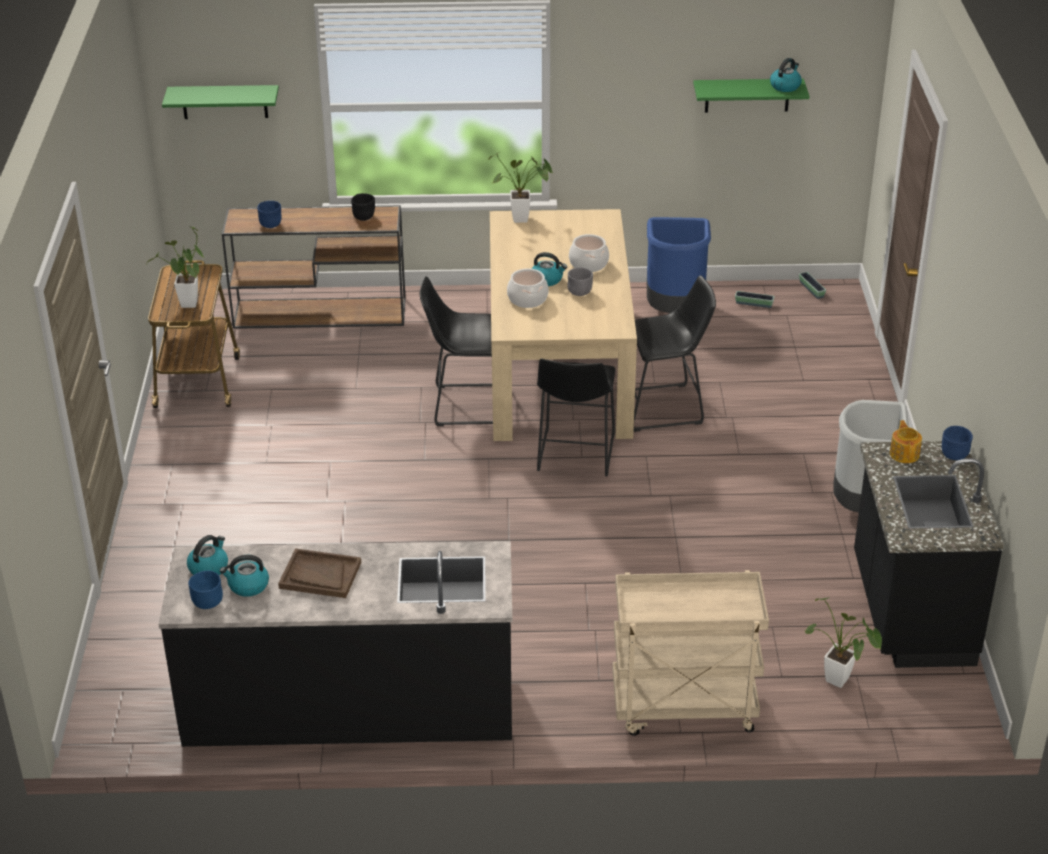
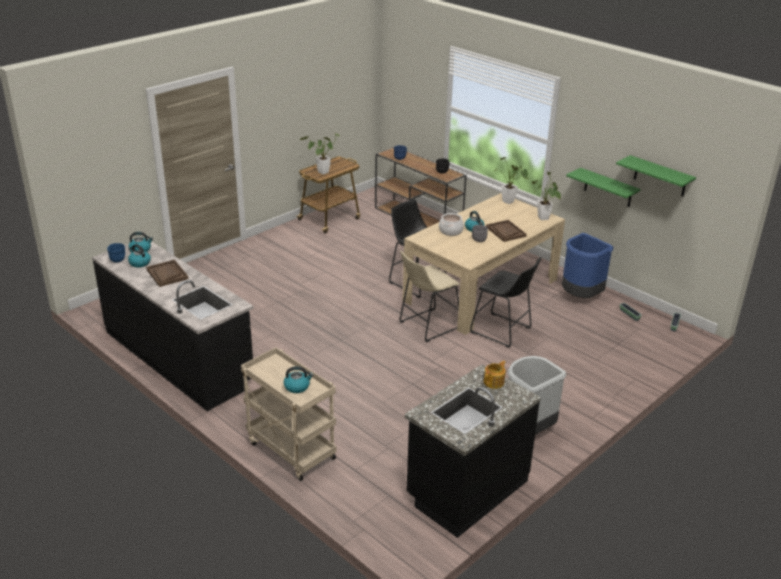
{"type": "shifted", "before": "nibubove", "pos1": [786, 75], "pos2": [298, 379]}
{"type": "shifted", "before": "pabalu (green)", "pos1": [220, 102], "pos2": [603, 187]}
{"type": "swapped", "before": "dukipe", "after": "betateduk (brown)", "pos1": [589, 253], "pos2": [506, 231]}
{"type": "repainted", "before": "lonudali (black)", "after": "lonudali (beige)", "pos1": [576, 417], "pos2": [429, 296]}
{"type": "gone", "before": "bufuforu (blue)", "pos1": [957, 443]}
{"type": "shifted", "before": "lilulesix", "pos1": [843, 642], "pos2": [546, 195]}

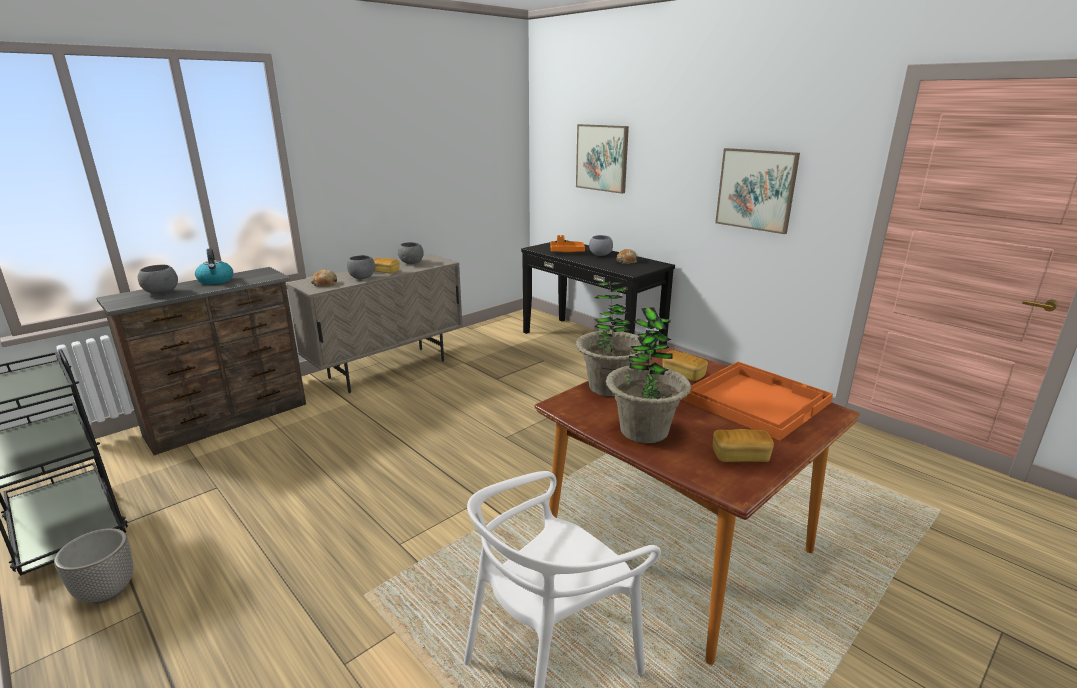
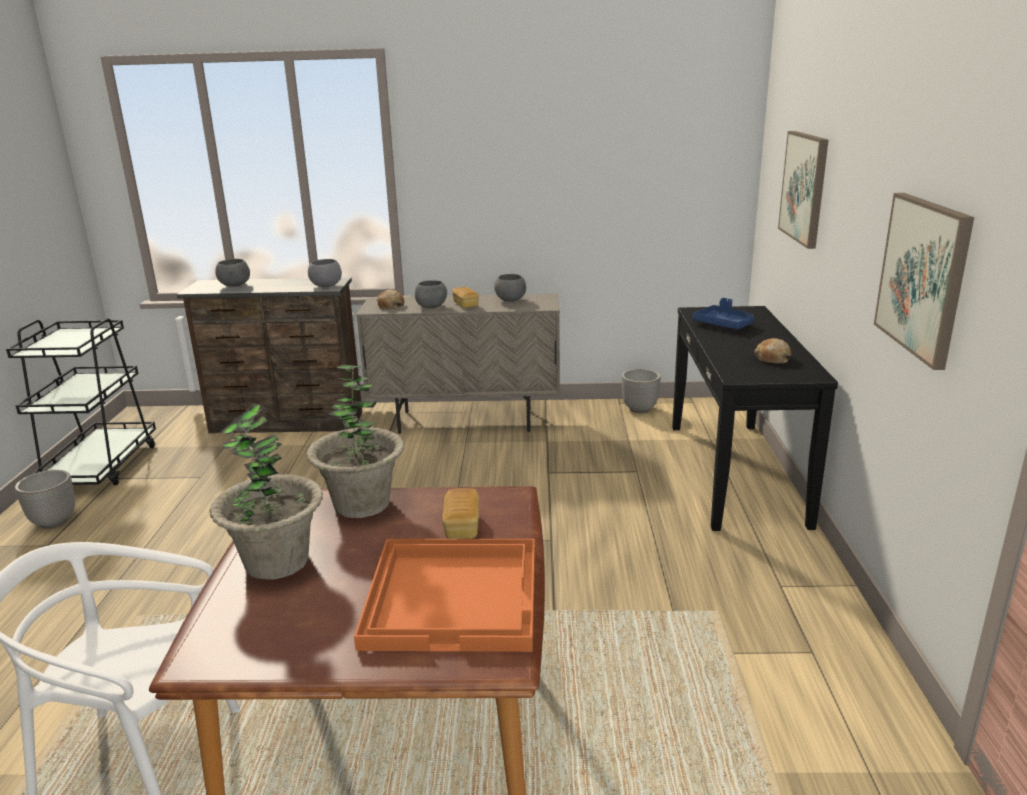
{"type": "repainted", "before": "betateduk (orange)", "after": "betateduk (blue)", "pos1": [567, 243], "pos2": [723, 313]}
{"type": "shifted", "before": "bufuforu (grey)", "pos1": [601, 245], "pos2": [325, 273]}
{"type": "gone", "before": "nibubove", "pos1": [214, 266]}
{"type": "gone", "before": "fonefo", "pos1": [743, 445]}
{"type": "new", "after": "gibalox", "pos2": [641, 391]}

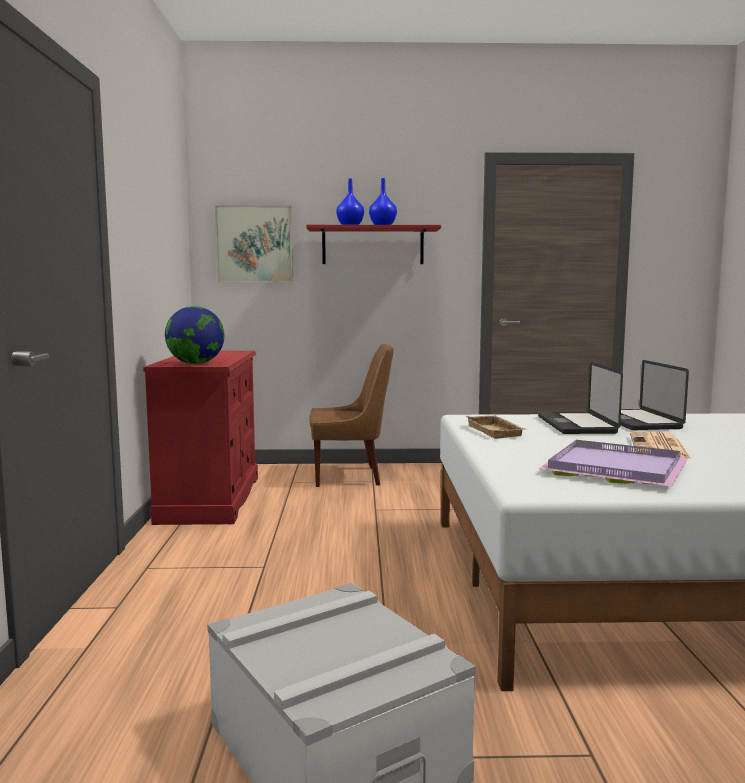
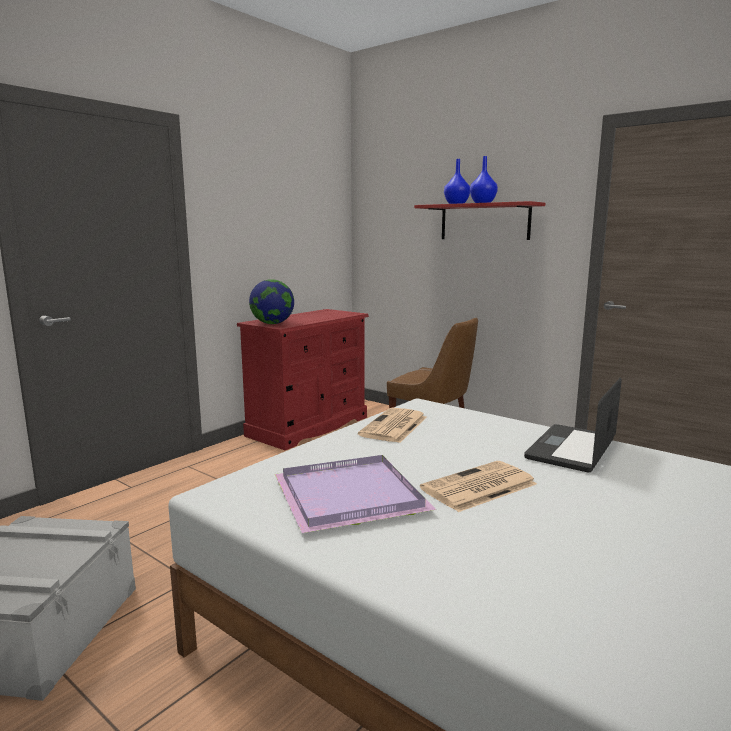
{"type": "gone", "before": "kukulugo", "pos1": [254, 243]}
{"type": "gone", "before": "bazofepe", "pos1": [580, 398]}
{"type": "swapped", "before": "betateduk (beige)", "after": "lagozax", "pos1": [496, 427], "pos2": [392, 425]}

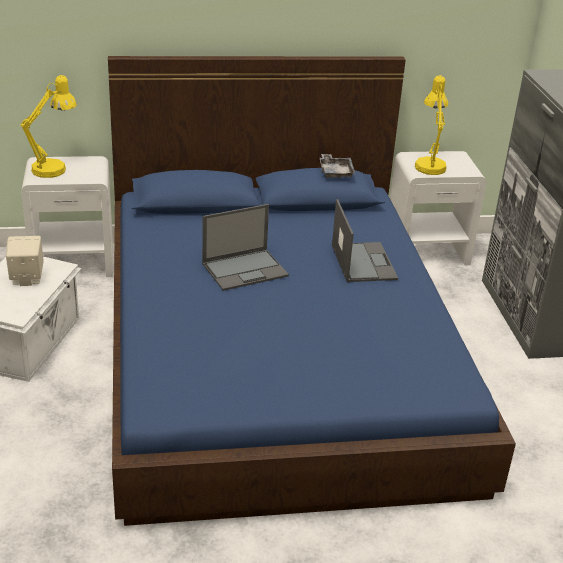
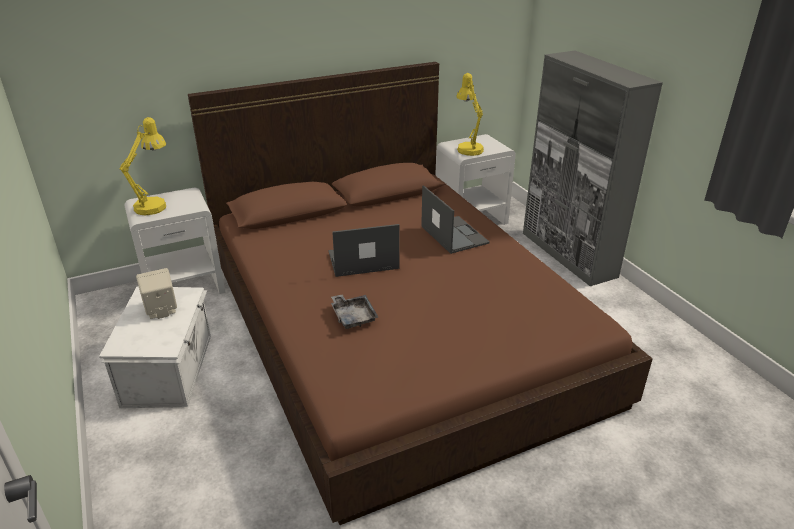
{"type": "repainted", "before": "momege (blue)", "after": "momege (brown)", "pos1": [312, 291], "pos2": [420, 293]}
{"type": "shifted", "before": "betateduk (grey)", "pos1": [337, 166], "pos2": [354, 311]}
{"type": "rotated", "before": "bazofepe", "pos1": [245, 247], "pos2": [364, 250], "turn": -150}

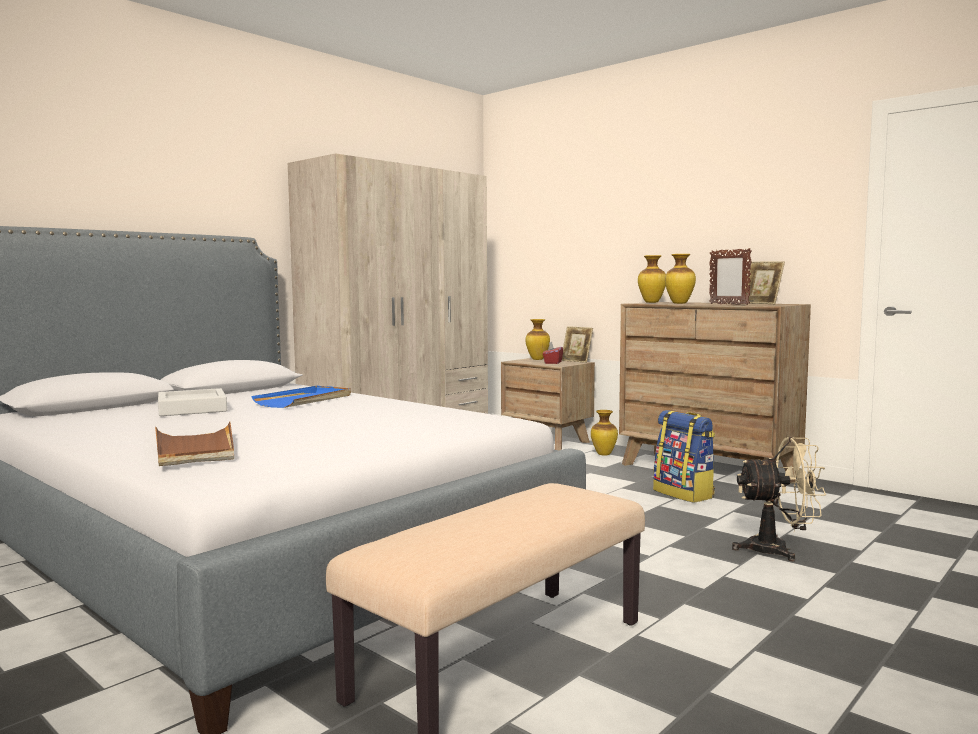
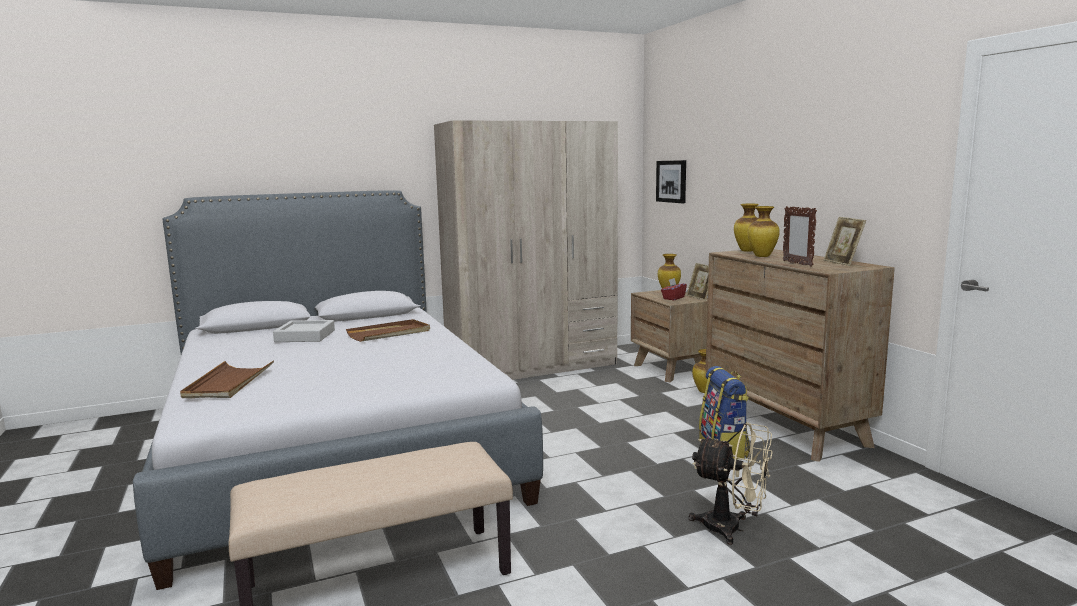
{"type": "repainted", "before": "betateduk (blue)", "after": "betateduk (brown)", "pos1": [301, 397], "pos2": [388, 330]}
{"type": "new", "after": "kukulugo", "pos2": [671, 181]}

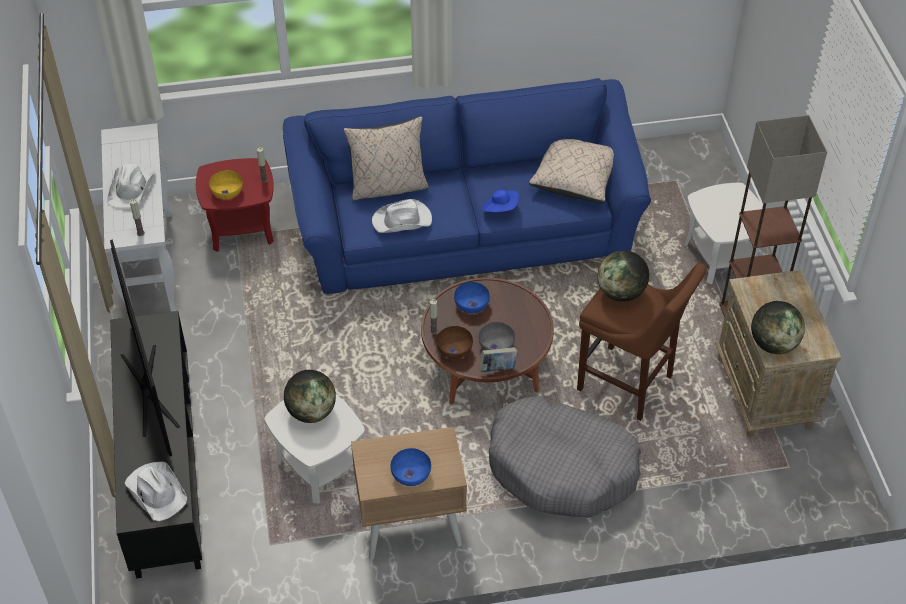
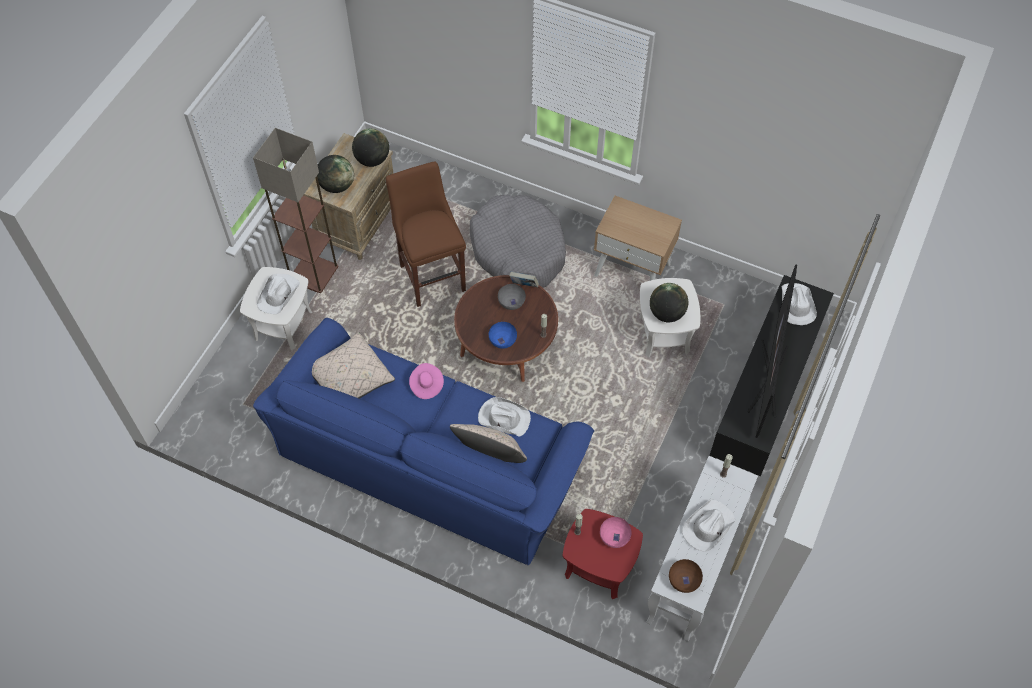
{"type": "repainted", "before": "bufuforu (yellow)", "after": "bufuforu (pink)", "pos1": [226, 184], "pos2": [615, 532]}
{"type": "repainted", "before": "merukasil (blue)", "after": "merukasil (pink)", "pos1": [500, 201], "pos2": [426, 381]}
{"type": "shifted", "before": "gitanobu", "pos1": [623, 276], "pos2": [335, 174]}
{"type": "shifted", "before": "bufuforu (brown)", "pos1": [454, 342], "pos2": [686, 576]}
{"type": "gone", "before": "bufuforu (blue)", "pos1": [411, 467]}
{"type": "new", "after": "merukasil (white)", "pos2": [278, 294]}

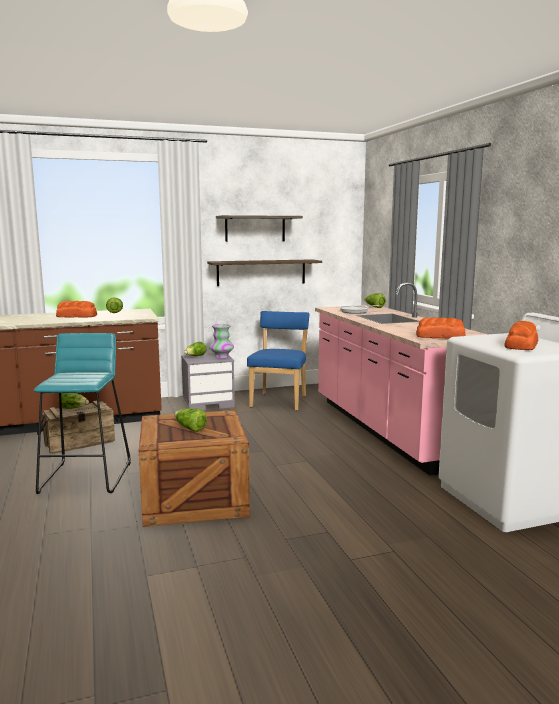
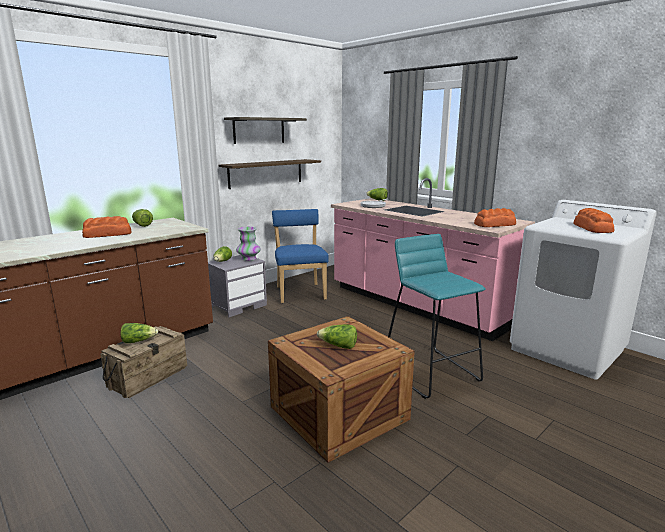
{"type": "shifted", "before": "lonudali (turquoise)", "pos1": [82, 413], "pos2": [437, 316]}

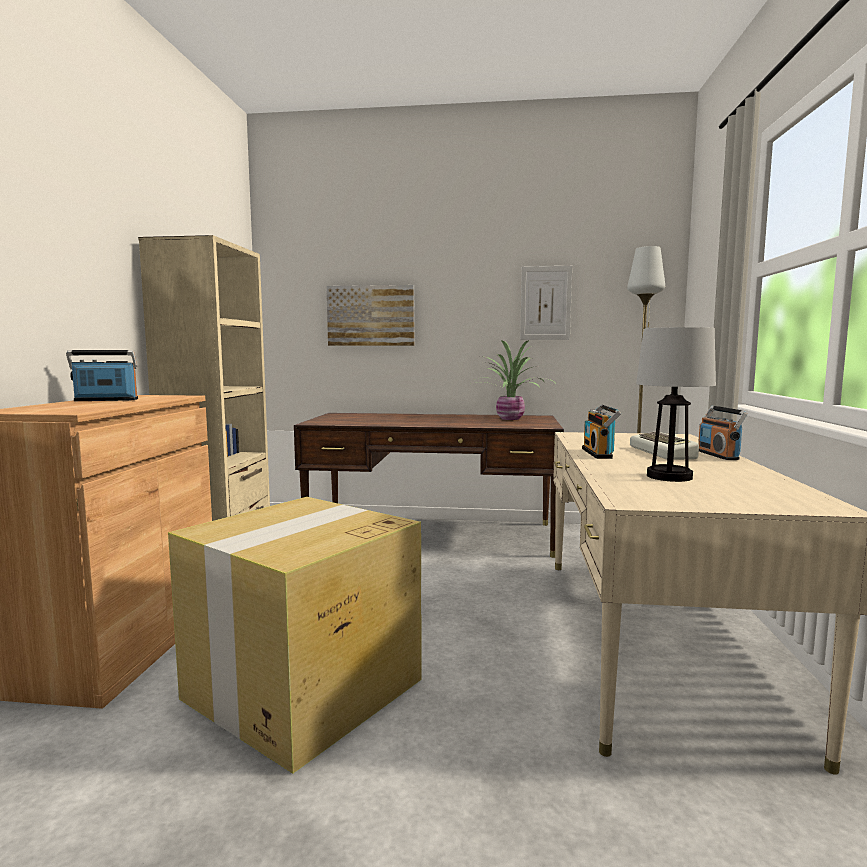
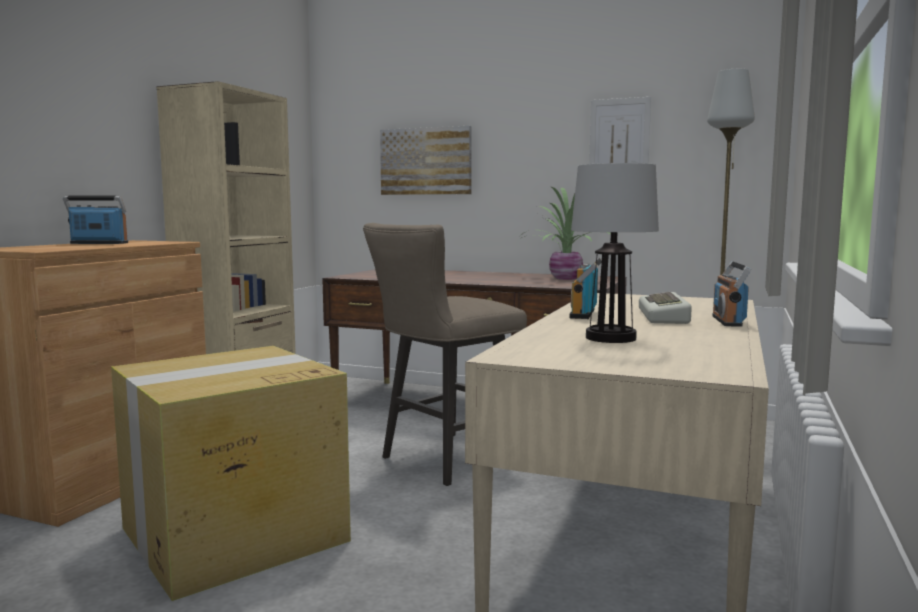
{"type": "new", "after": "lonudali (beige)", "pos2": [445, 354]}

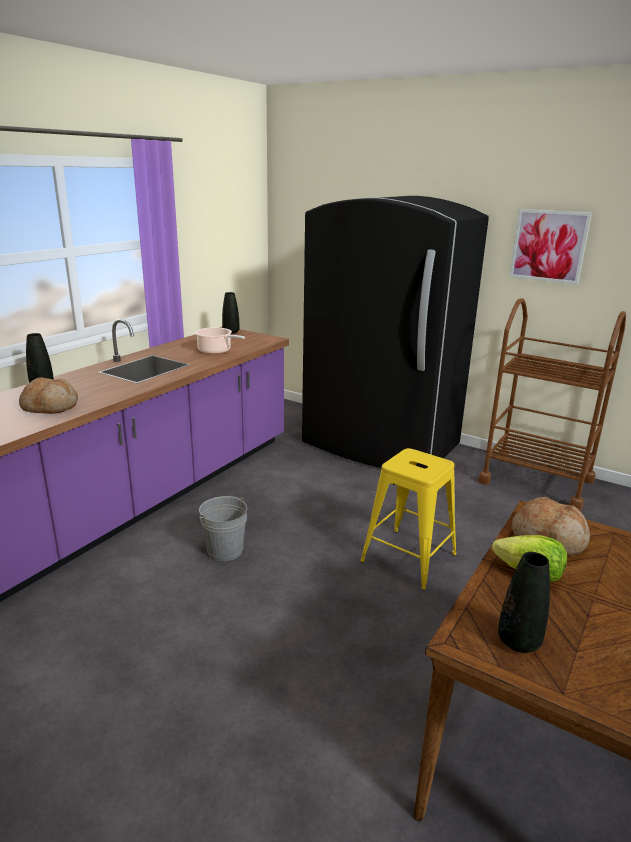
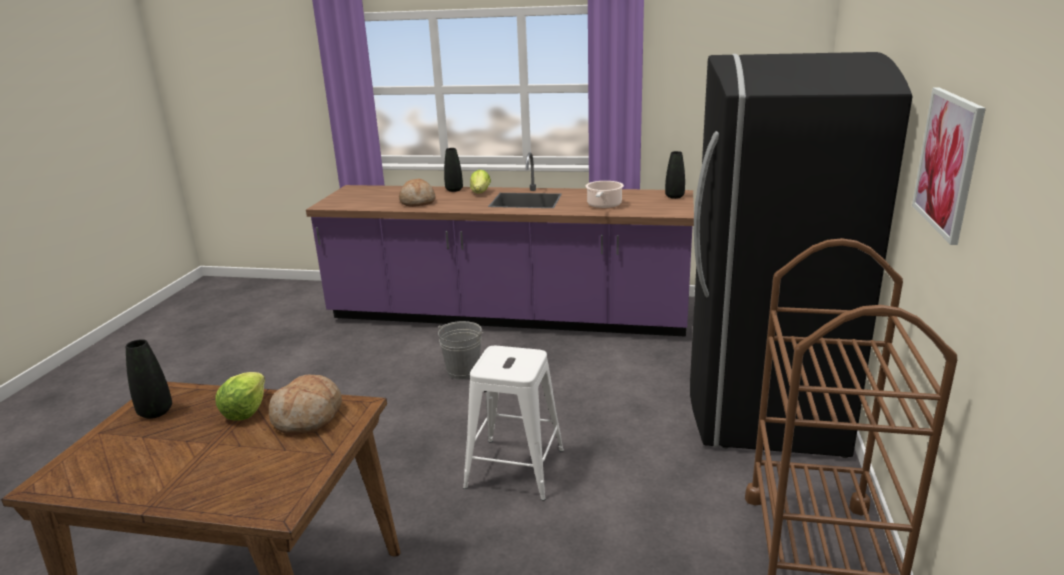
{"type": "repainted", "before": "lonudali (yellow)", "after": "lonudali (white)", "pos1": [408, 519], "pos2": [513, 423]}
{"type": "new", "after": "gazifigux", "pos2": [480, 181]}

